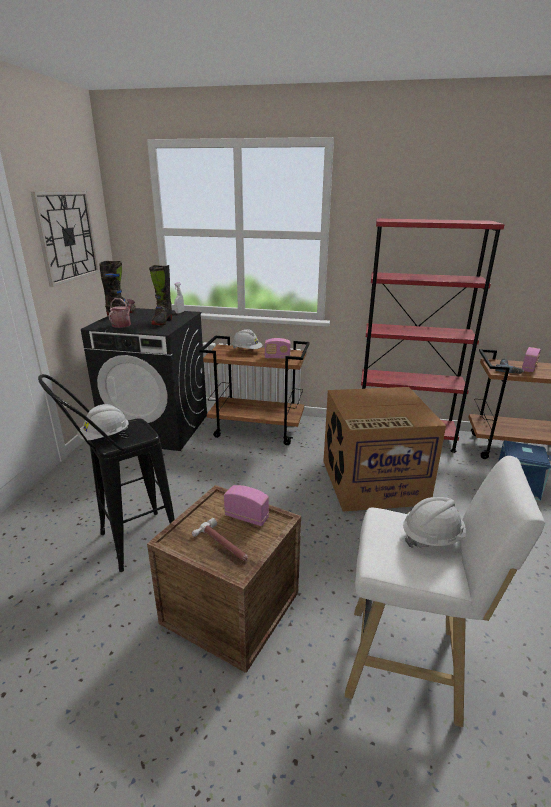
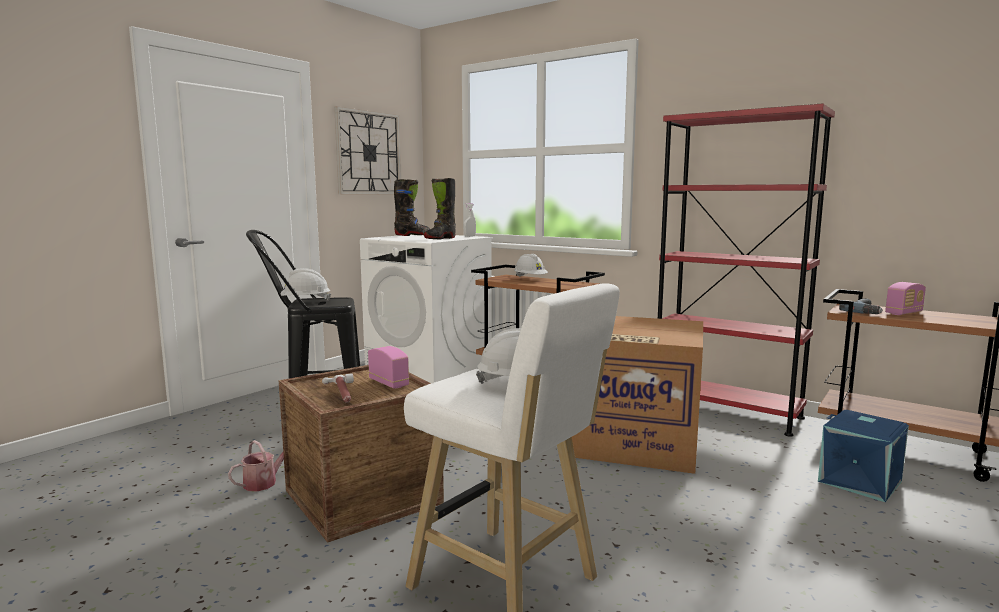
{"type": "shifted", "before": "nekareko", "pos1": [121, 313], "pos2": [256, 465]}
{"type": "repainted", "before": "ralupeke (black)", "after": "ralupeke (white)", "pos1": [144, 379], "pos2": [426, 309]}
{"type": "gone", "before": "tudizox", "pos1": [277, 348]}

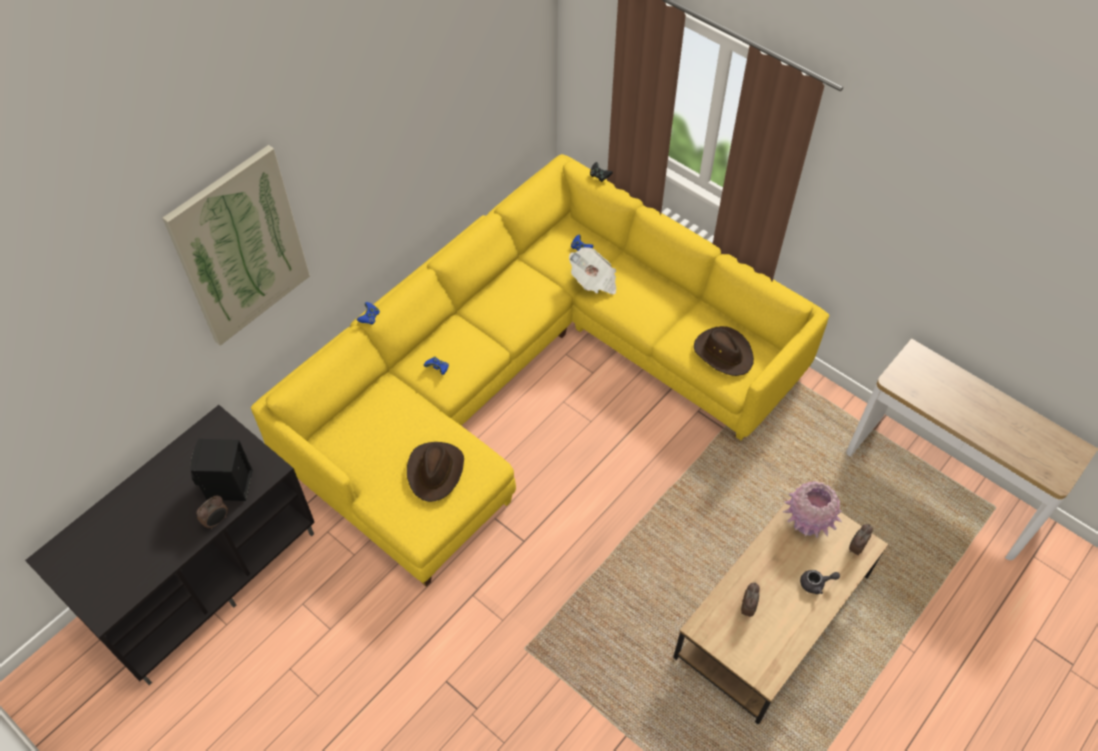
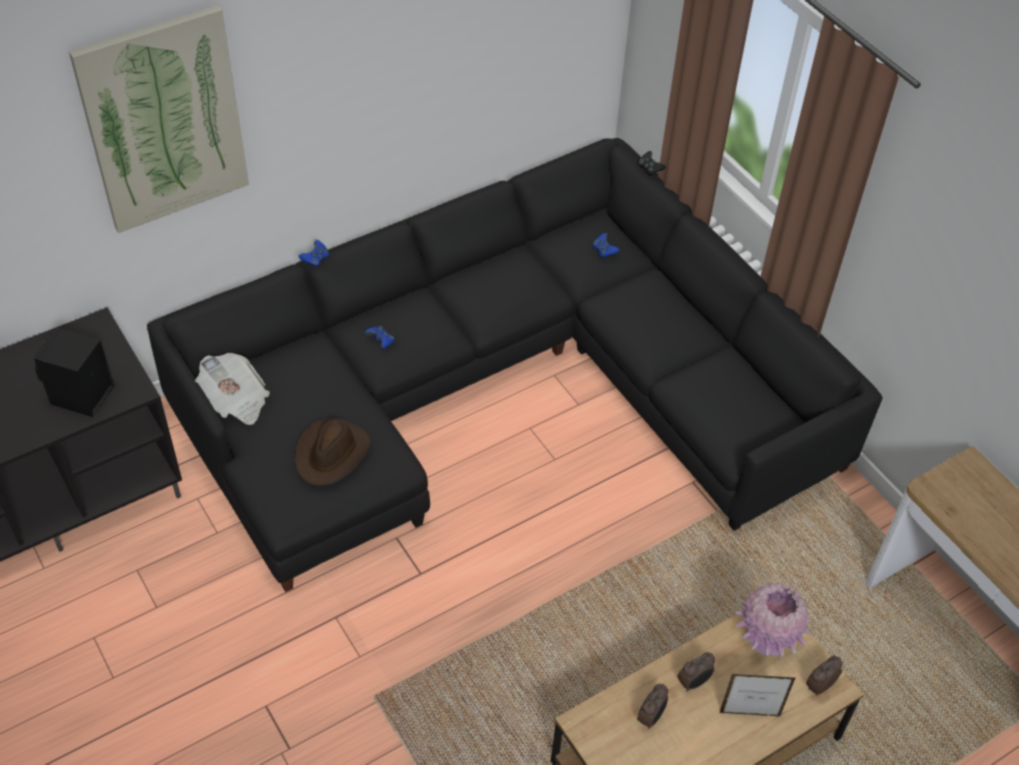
{"type": "repainted", "before": "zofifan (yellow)", "after": "zofifan (black)", "pos1": [540, 370], "pos2": [514, 365]}
{"type": "shifted", "before": "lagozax", "pos1": [592, 271], "pos2": [232, 389]}
{"type": "gone", "before": "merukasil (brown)", "pos1": [724, 351]}
{"type": "shifted", "before": "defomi", "pos1": [212, 513], "pos2": [696, 672]}
{"type": "swapped", "before": "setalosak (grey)", "after": "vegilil", "pos1": [820, 582], "pos2": [757, 695]}

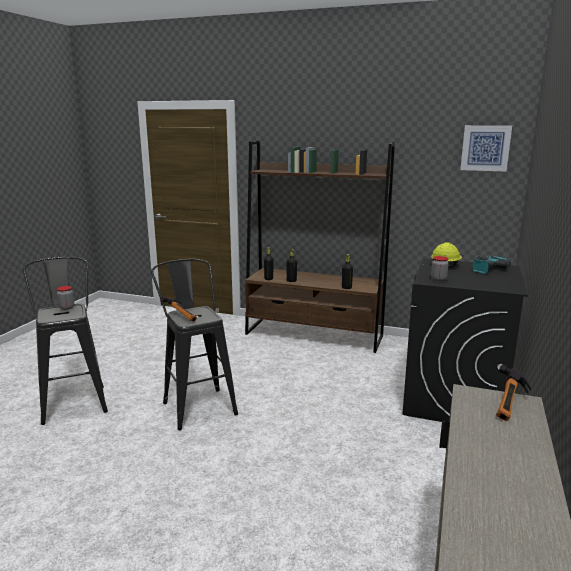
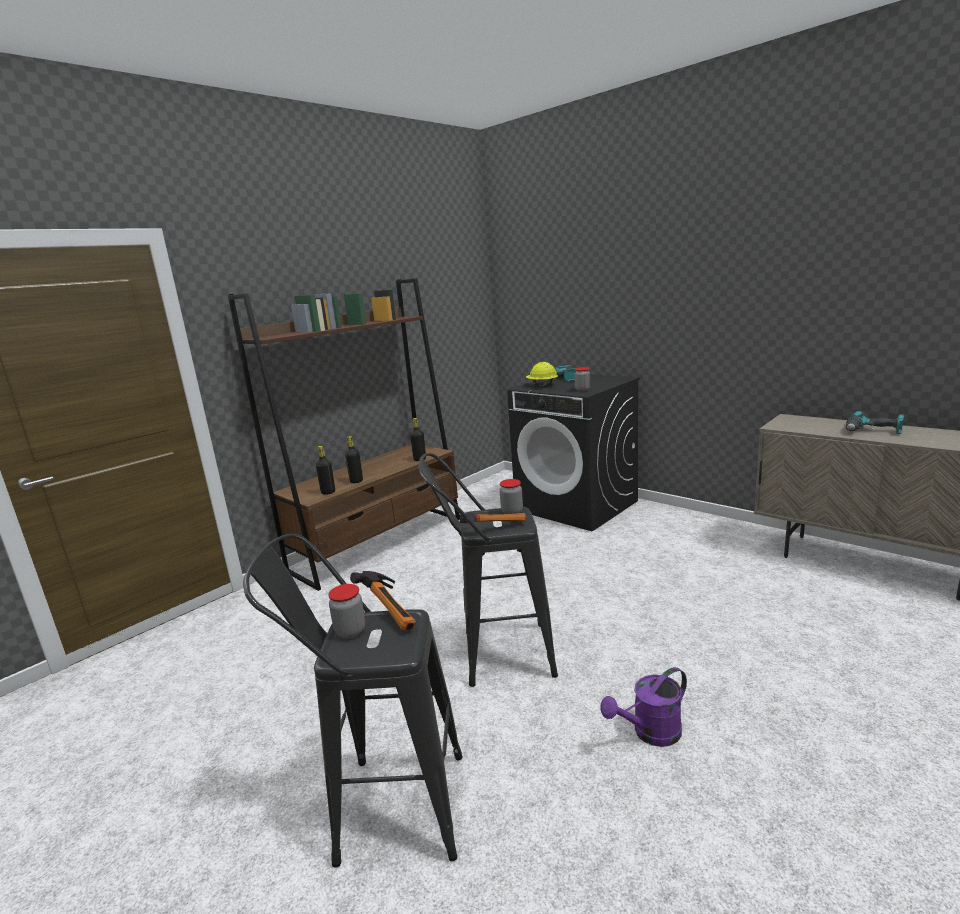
{"type": "gone", "before": "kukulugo", "pos1": [486, 148]}
{"type": "shifted", "before": "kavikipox", "pos1": [513, 392], "pos2": [383, 601]}
{"type": "new", "after": "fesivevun", "pos2": [875, 422]}
{"type": "new", "after": "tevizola", "pos2": [511, 496]}
{"type": "new", "after": "nekareko (purple)", "pos2": [643, 707]}

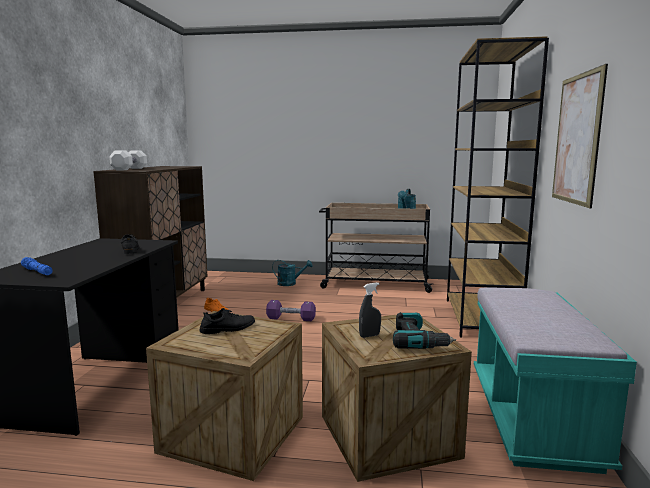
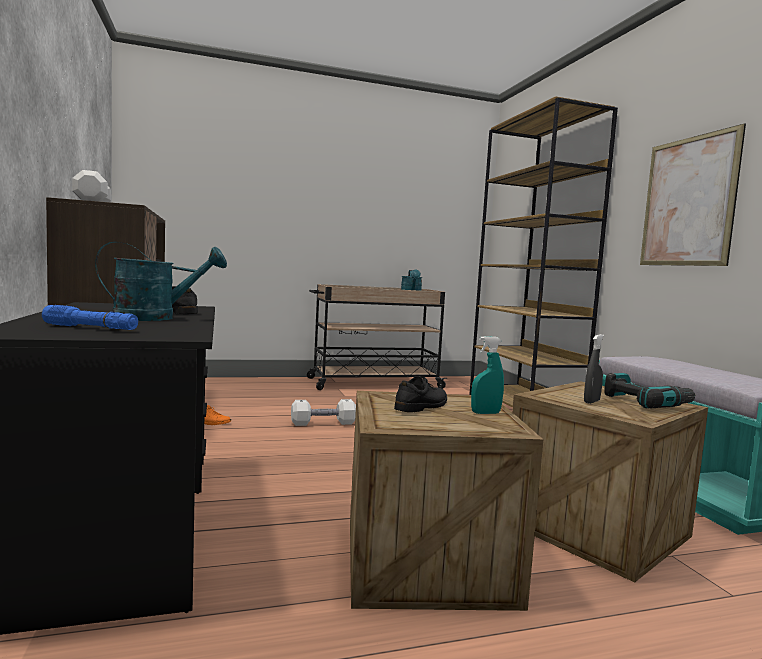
{"type": "shifted", "before": "nekareko (turquoise)", "pos1": [292, 273], "pos2": [161, 281]}
{"type": "repainted", "before": "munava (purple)", "after": "munava (white)", "pos1": [291, 310], "pos2": [323, 412]}
{"type": "new", "after": "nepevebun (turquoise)", "pos2": [487, 375]}

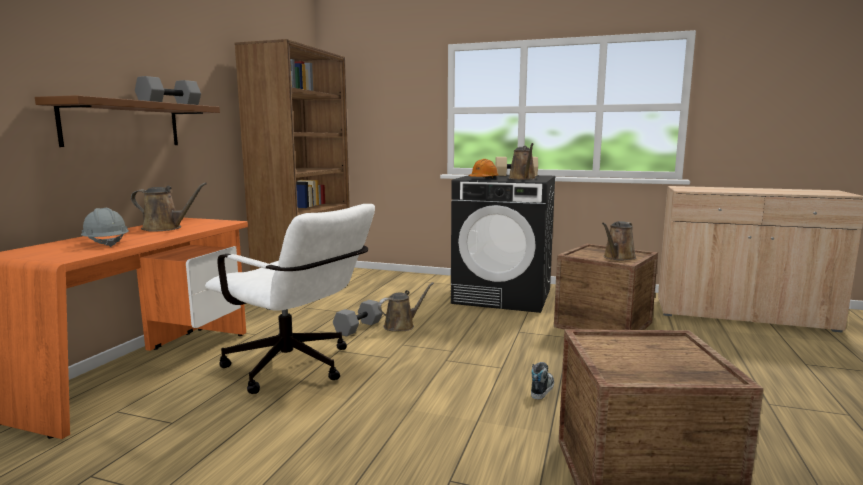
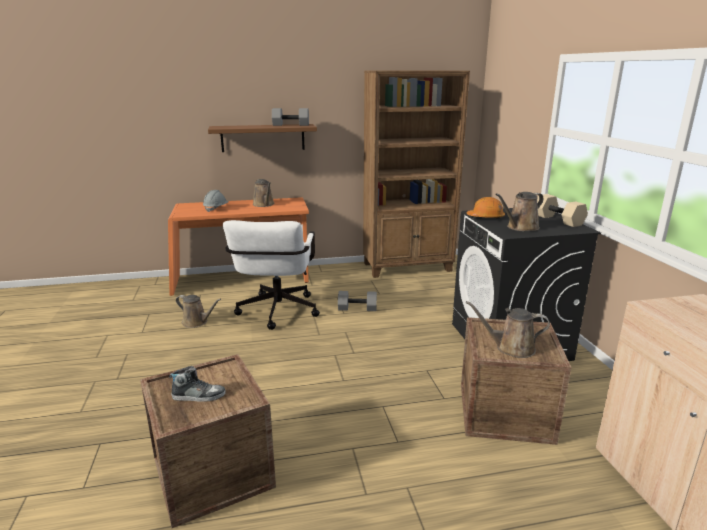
{"type": "shifted", "before": "nekareko (brown)", "pos1": [406, 307], "pos2": [198, 311]}
{"type": "shifted", "before": "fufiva", "pos1": [542, 380], "pos2": [197, 384]}

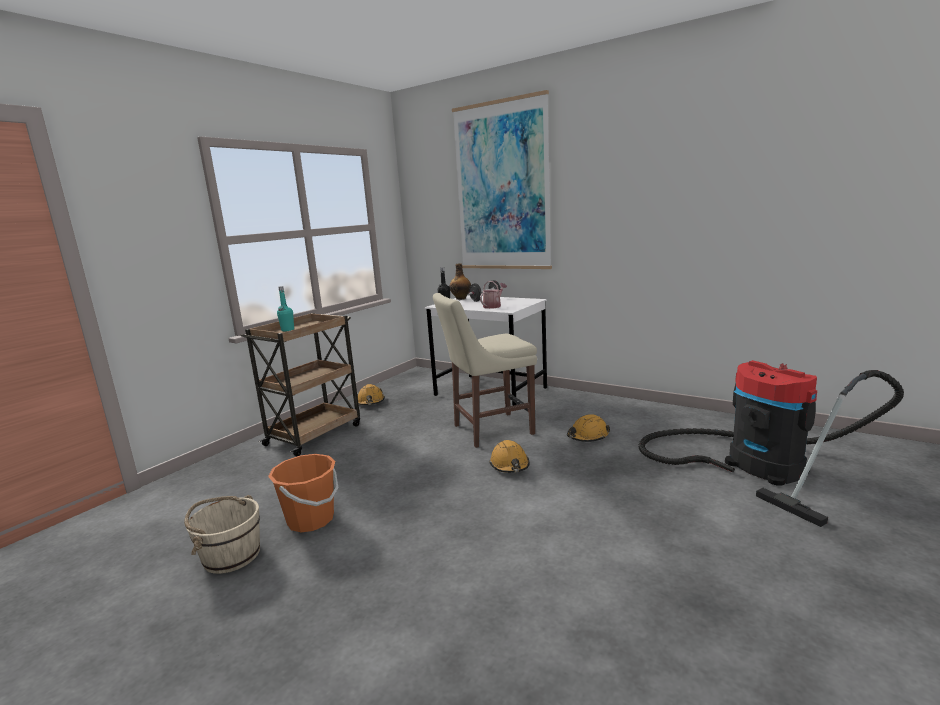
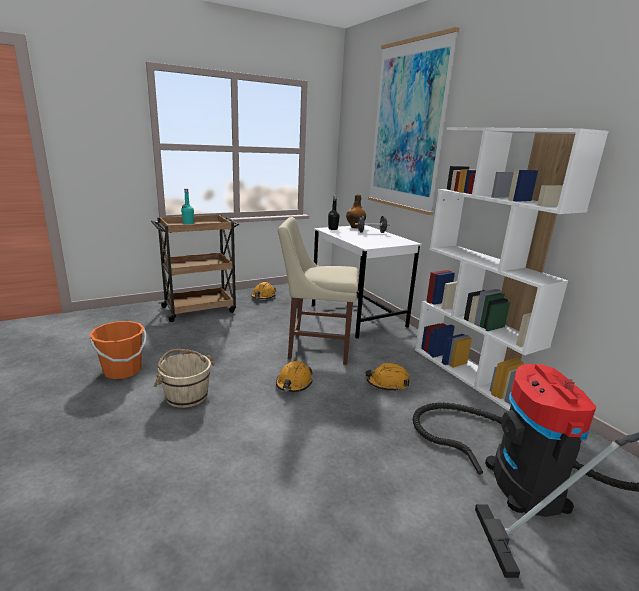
{"type": "gone", "before": "nekareko", "pos1": [493, 295]}
{"type": "shifted", "before": "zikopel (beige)", "pos1": [222, 534], "pos2": [184, 378]}
{"type": "new", "after": "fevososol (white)", "pos2": [512, 269]}

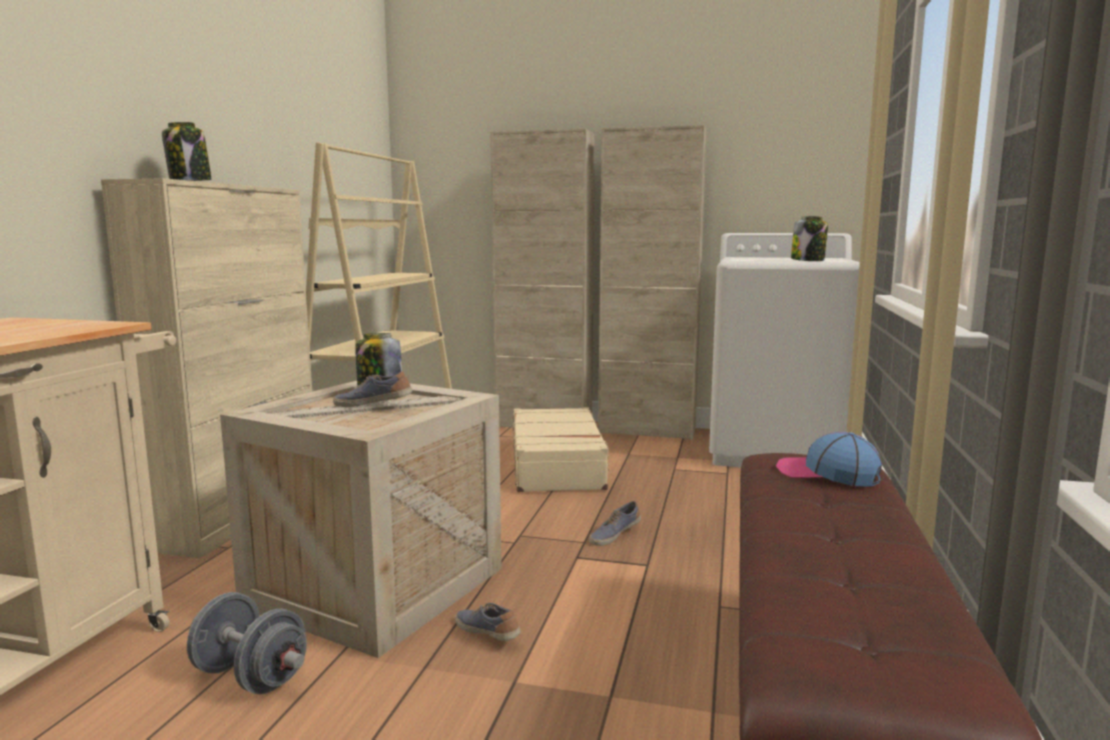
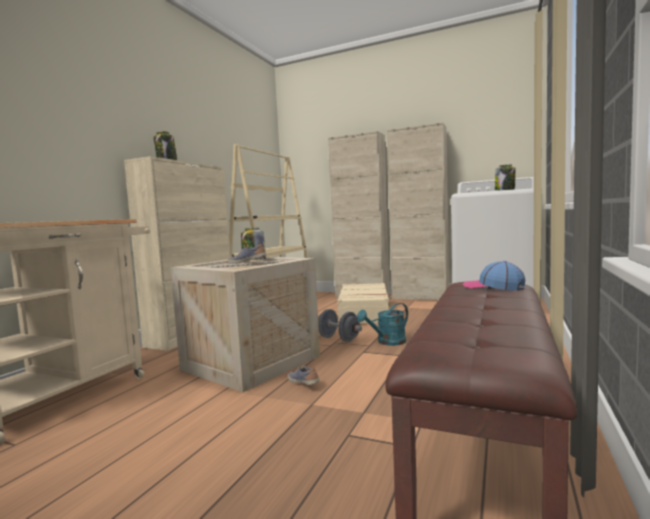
{"type": "swapped", "before": "fufiva", "after": "nekareko (turquoise)", "pos1": [615, 523], "pos2": [382, 324]}
{"type": "shifted", "before": "munava (grey)", "pos1": [247, 643], "pos2": [340, 325]}

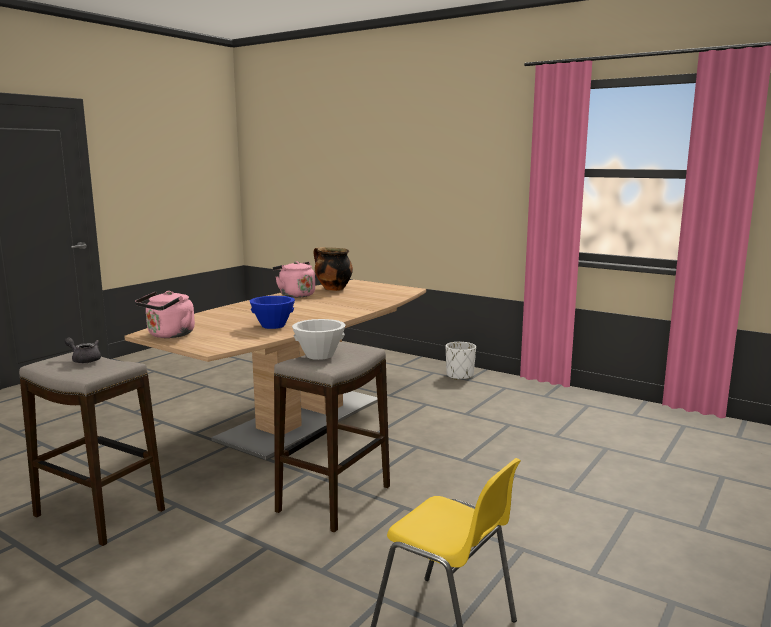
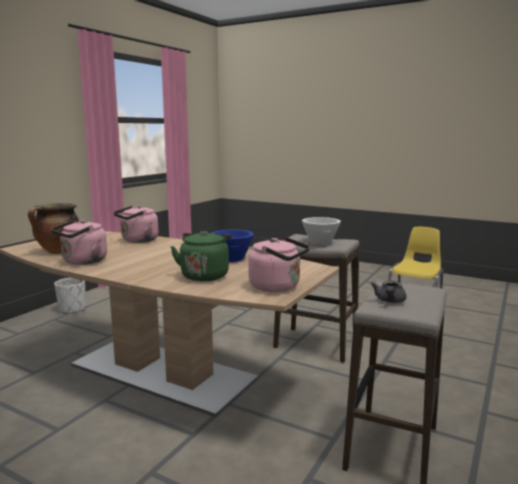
{"type": "new", "after": "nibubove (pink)", "pos2": [135, 224]}
{"type": "new", "after": "nibubove (green)", "pos2": [201, 256]}

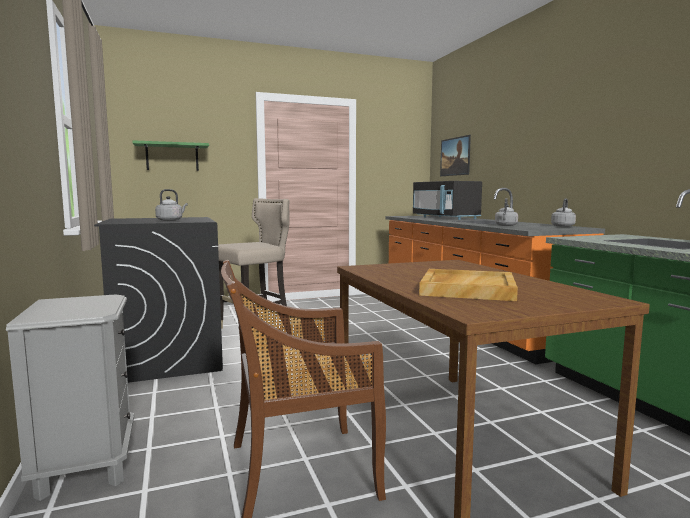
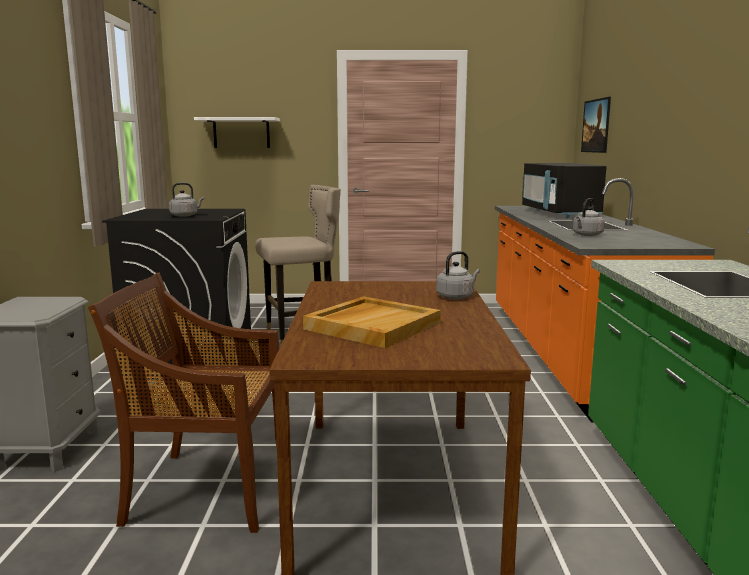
{"type": "repainted", "before": "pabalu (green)", "after": "pabalu (white)", "pos1": [170, 155], "pos2": [237, 132]}
{"type": "shifted", "before": "nibubove (grey)", "pos1": [563, 212], "pos2": [458, 275]}

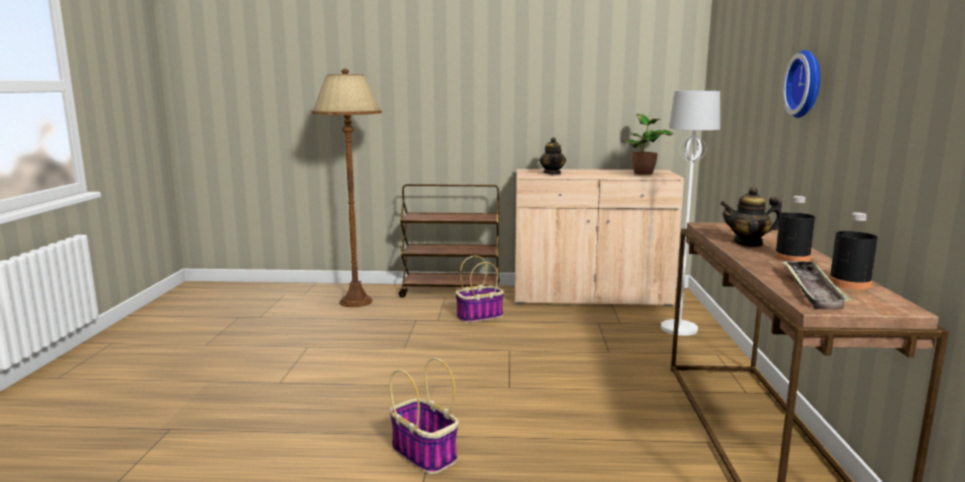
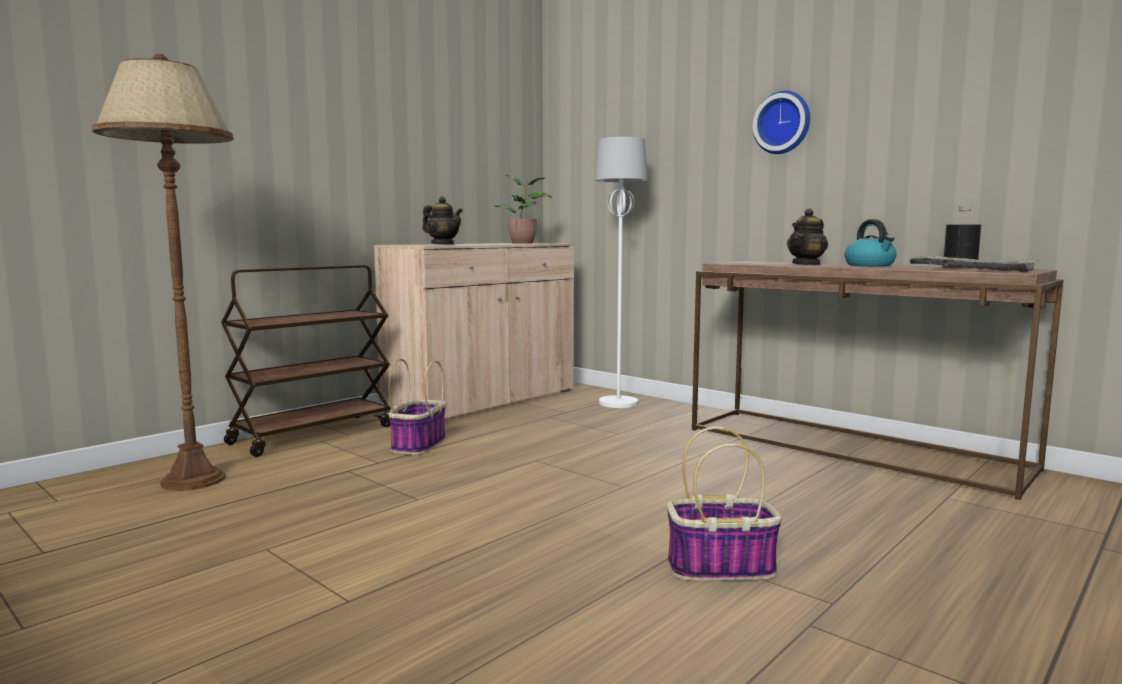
{"type": "swapped", "before": "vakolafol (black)", "after": "nibubove", "pos1": [795, 228], "pos2": [871, 242]}

